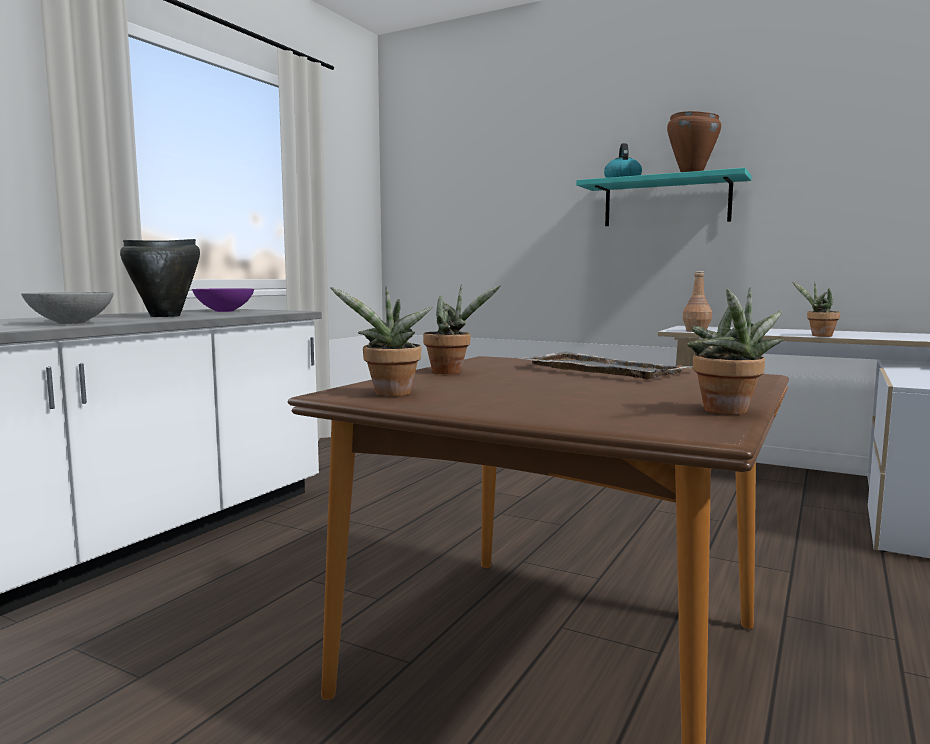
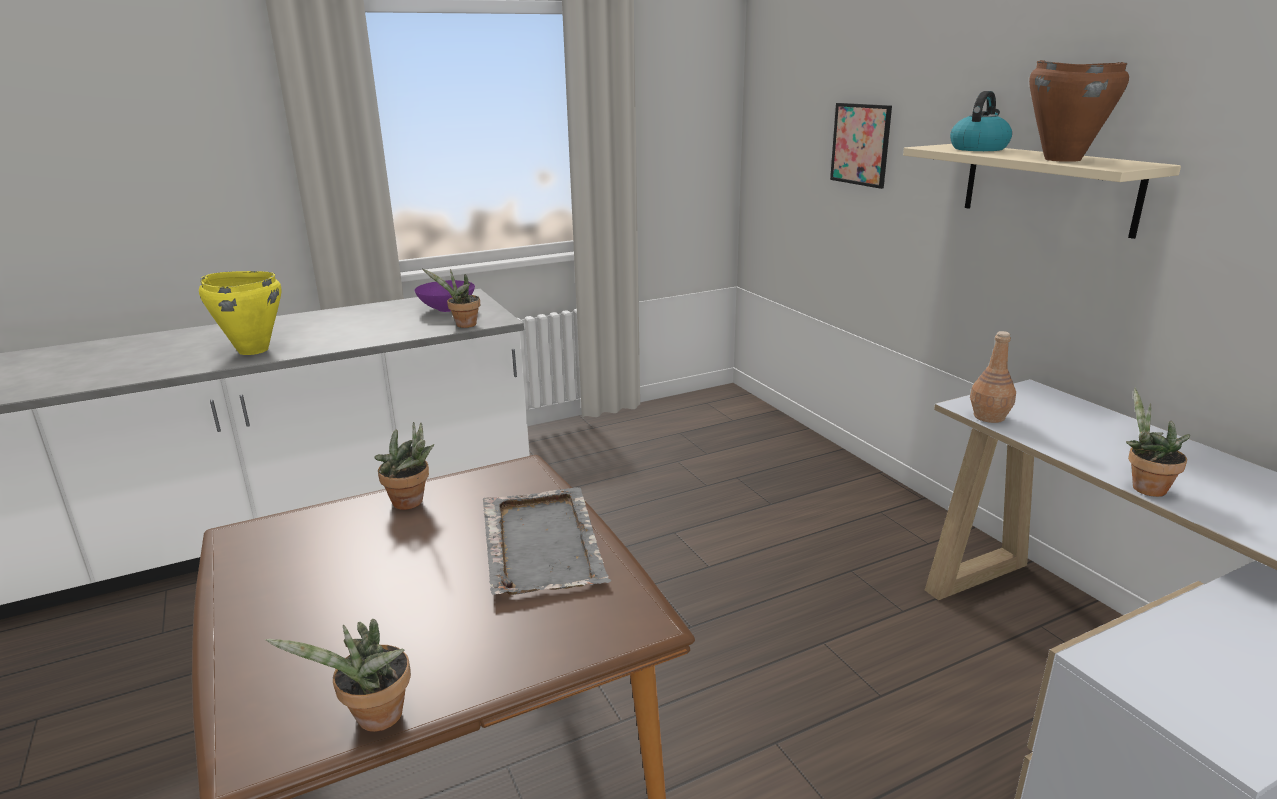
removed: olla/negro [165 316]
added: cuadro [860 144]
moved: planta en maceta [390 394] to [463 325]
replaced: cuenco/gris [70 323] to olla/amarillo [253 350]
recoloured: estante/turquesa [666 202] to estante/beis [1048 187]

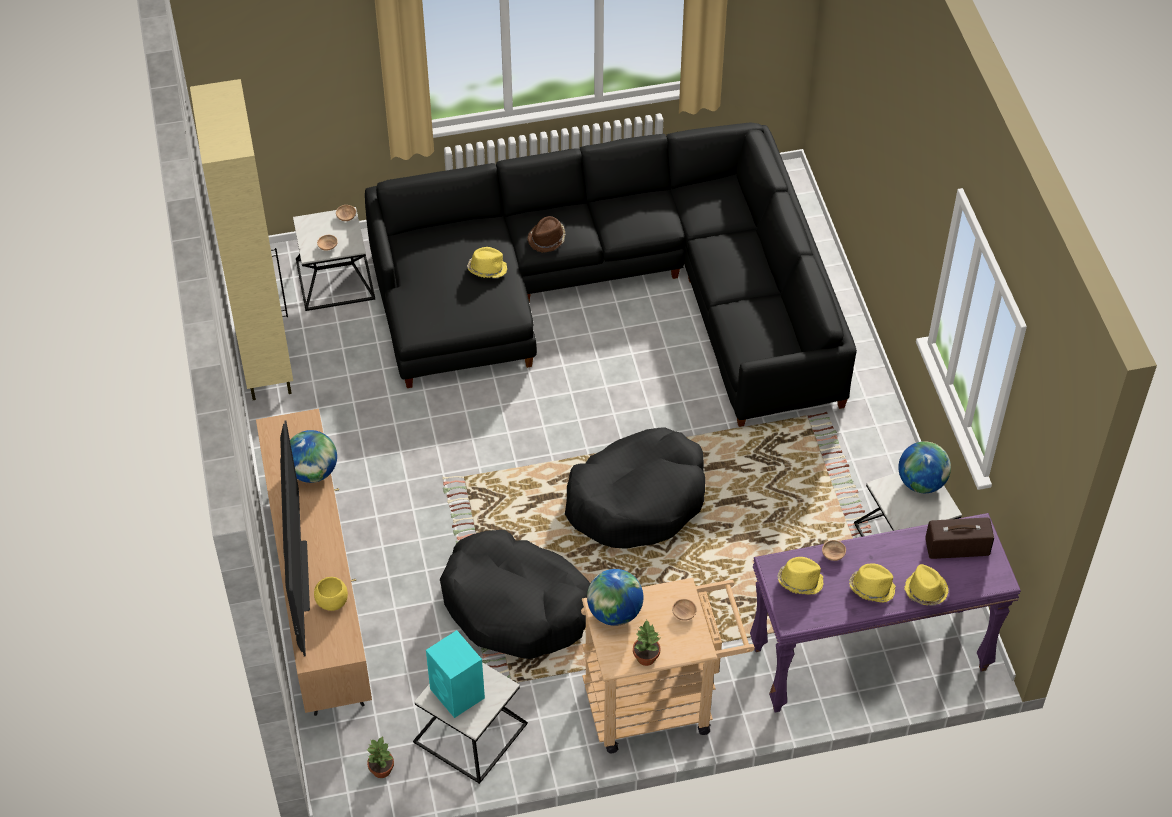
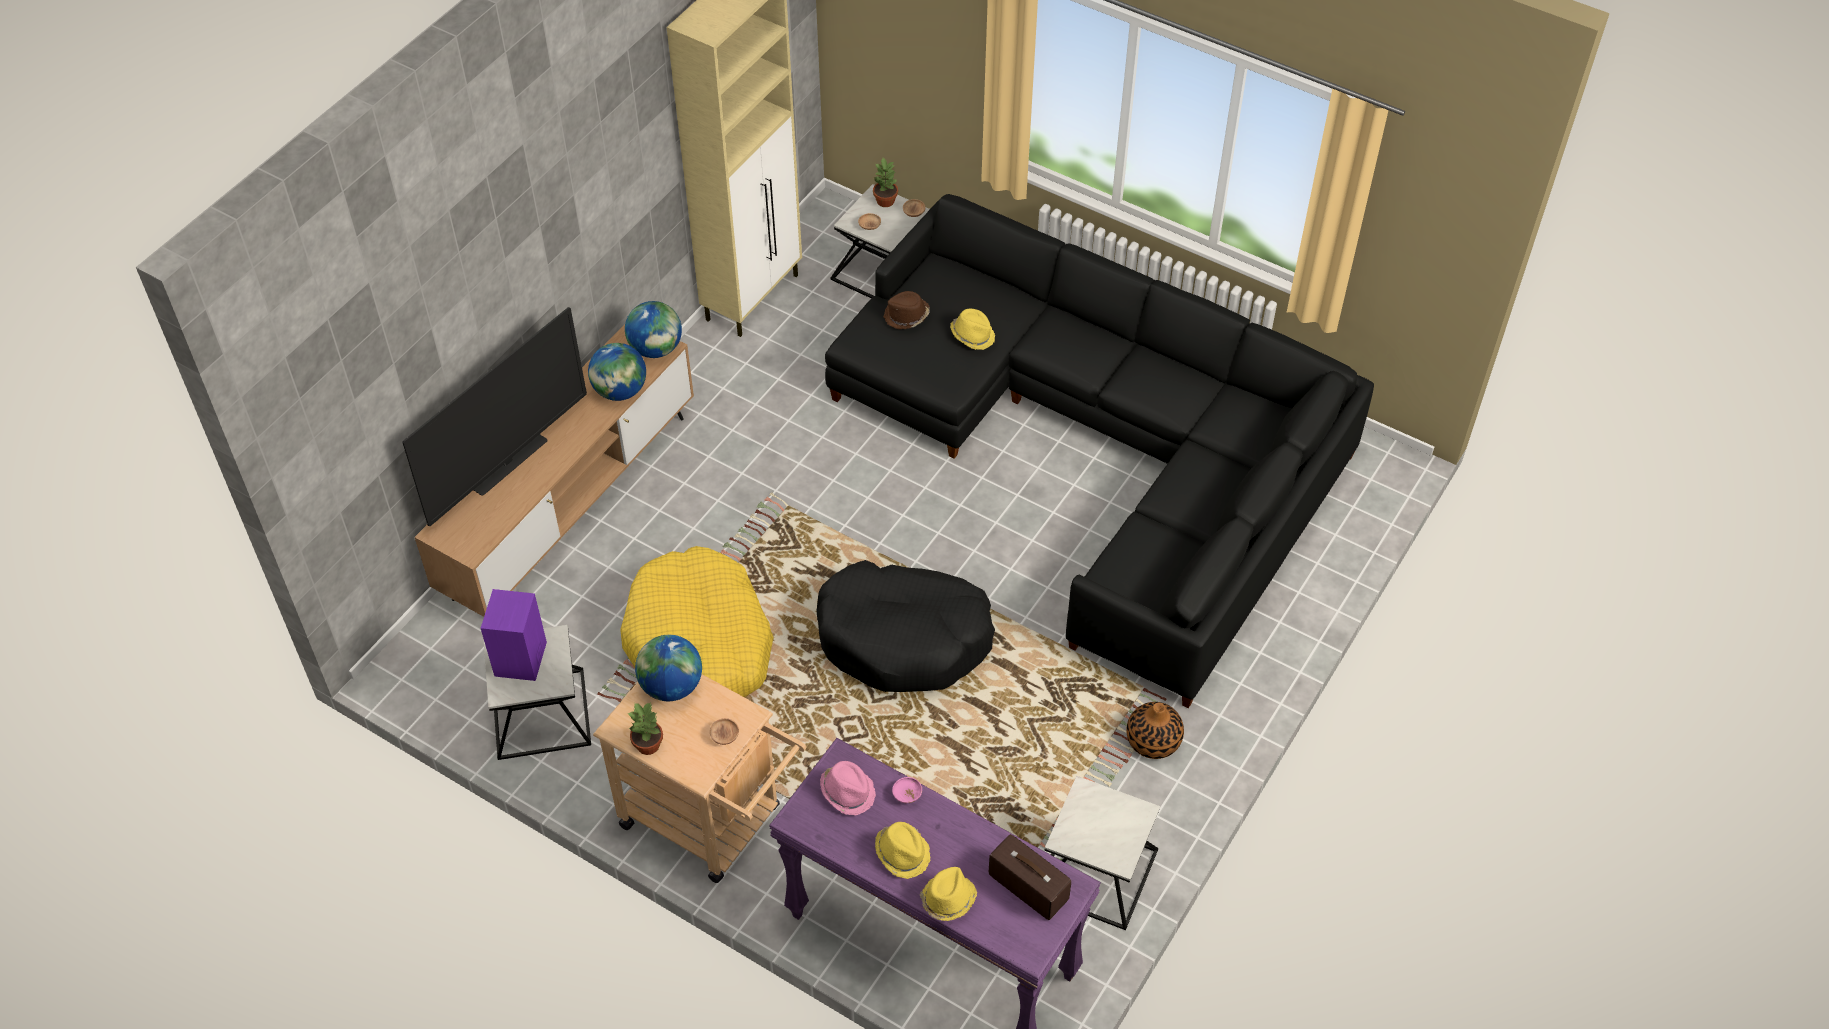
removed: cuenco/amarillo [332 602]
added: florero [1153 741]
moved: sombrero/marrón [547 239] to [906 316]; globo terráqueo [921 482] to [656 349]; planta en maceta [381 769] to [886 200]
recoloured: cama para perro/negro [516 606] to cama para perro/amarillo [699 644]; cuenco/marrón [833 554] to cuenco/rosa [907 795]; sombrero/amarillo [799 580] to sombrero/rosa [848 792]; altavoz/turquesa [458 694] to altavoz/morado [520 660]

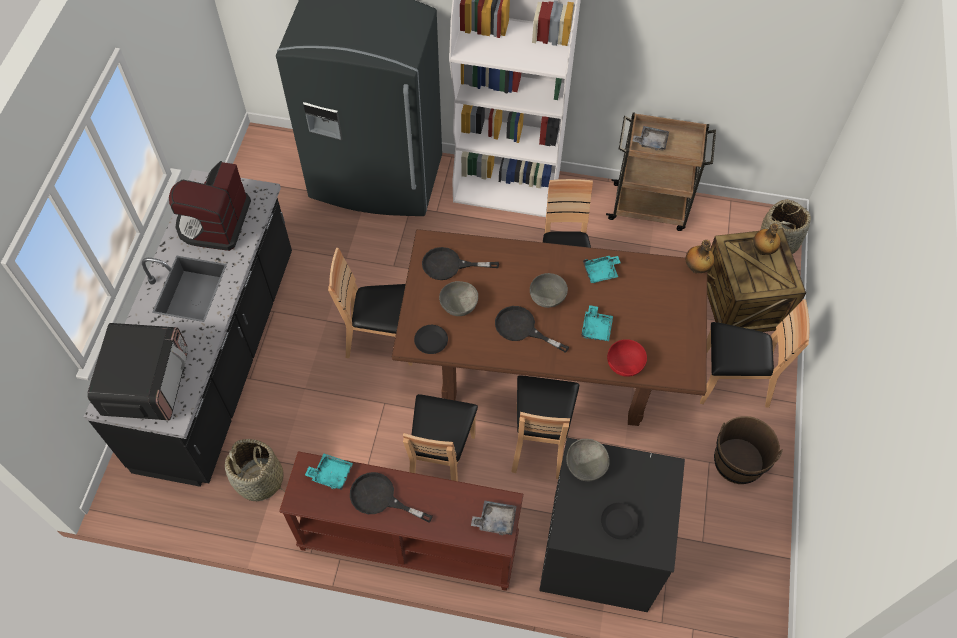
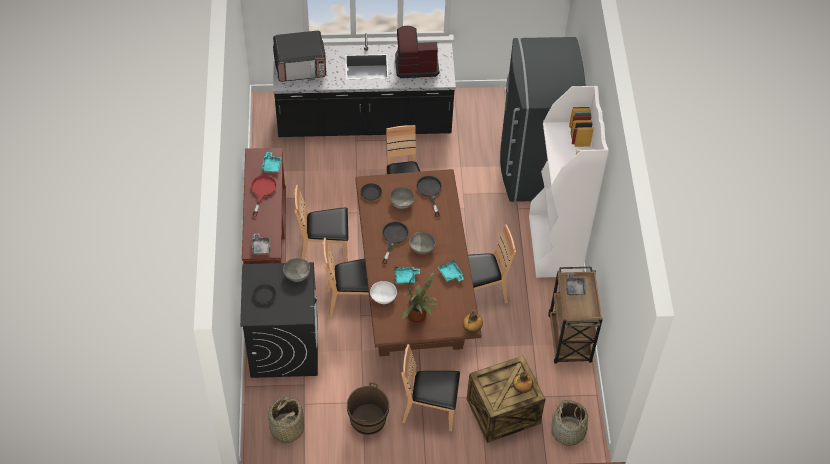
added: planta en maceta [418 317]
moved: cesta [260 480] to [286 429]
recoloured: cuenco/rojo [625 363] to cuenco/blanco [383 297]; sartén/negro [380 498] to sartén/rojo [262 191]
turned: silla/marrón [732 383] = [429 410] 105 degrees clockwise

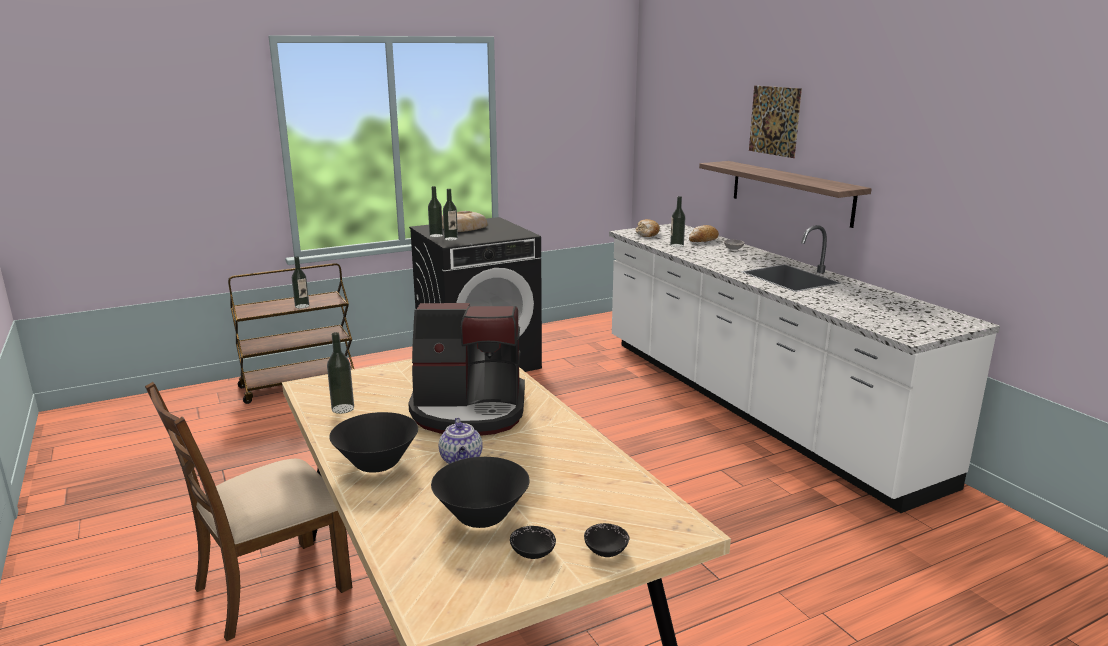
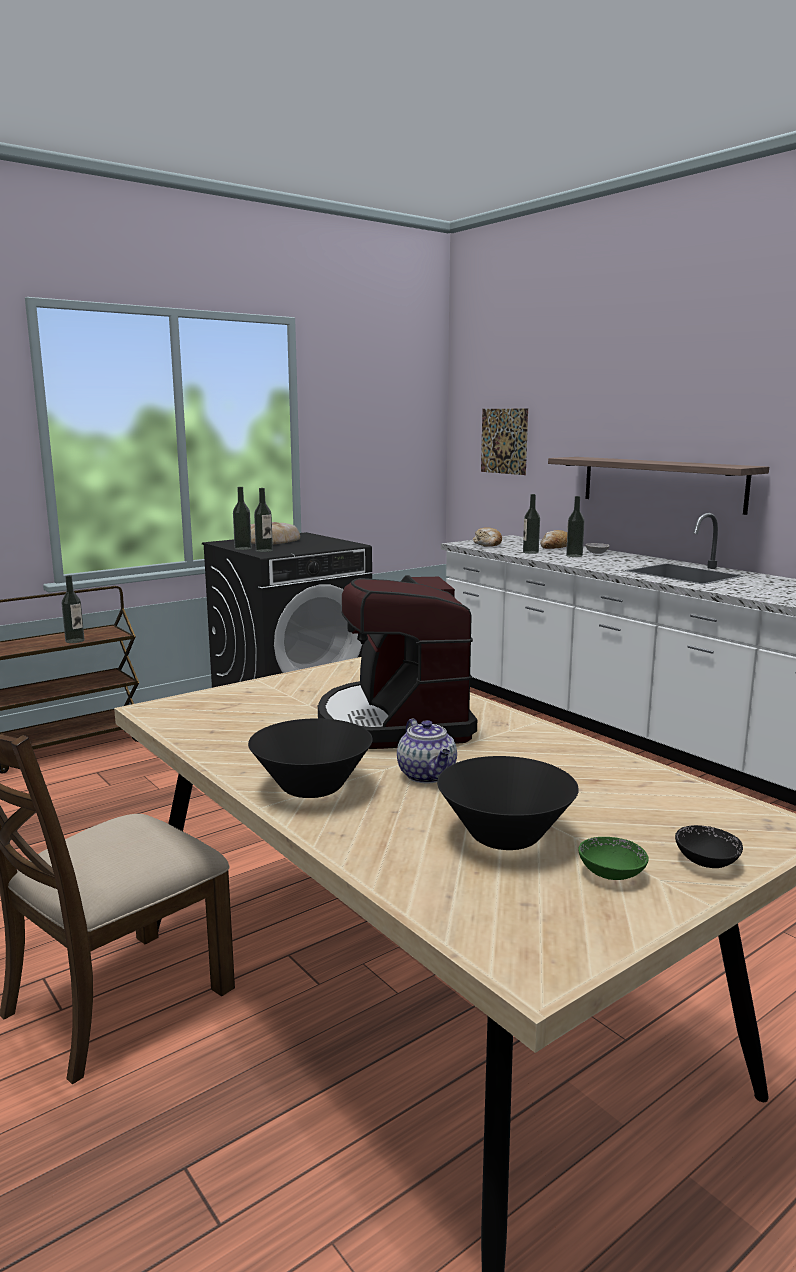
moved: cuadro [774 121] to [504 441]; botella [343 408] to [574 556]
recoloured: cuenco/negro [533 553] to cuenco/verde [611 873]
turned: cafetera [469 410] = [395 722] 90 degrees clockwise

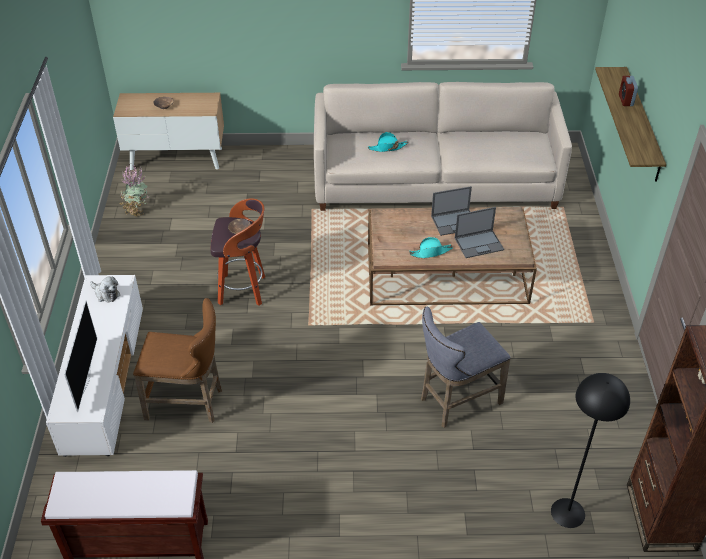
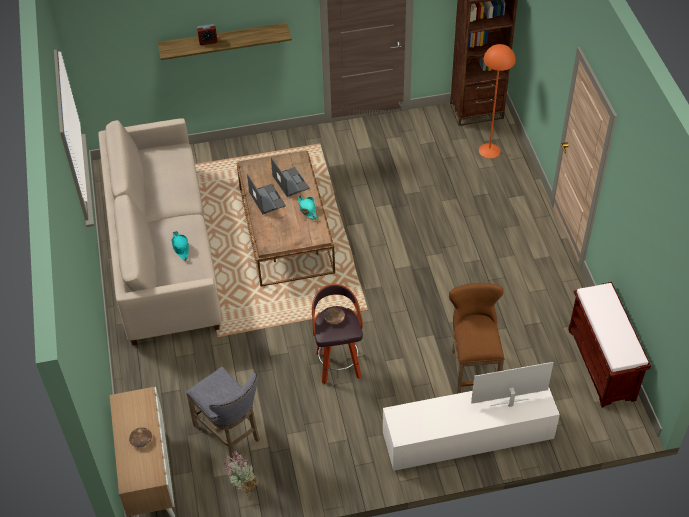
removed: peluche [106 294]
moved: taburete/gris [456 401] to [230 434]
recoloured: lámpara de pie/negro [567 513] to lámpara de pie/naranja [489 150]

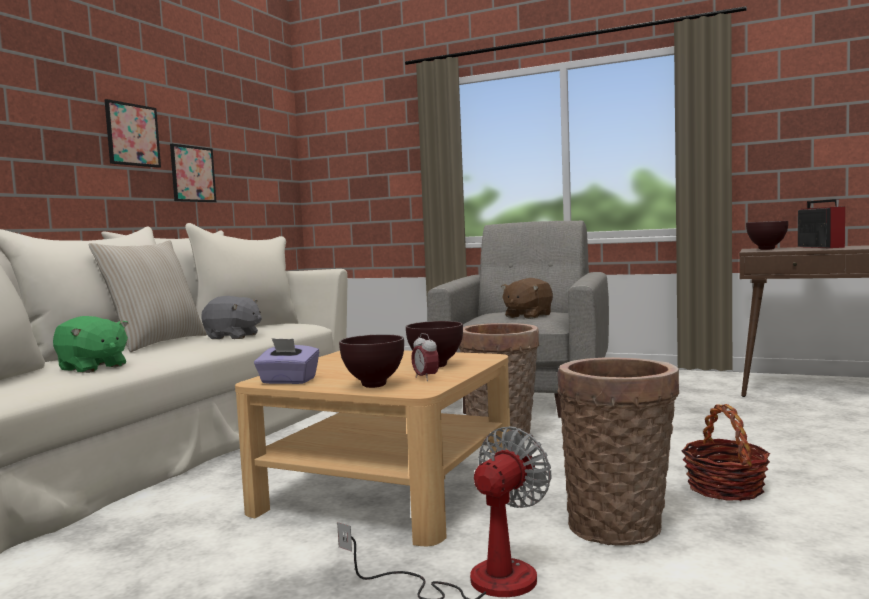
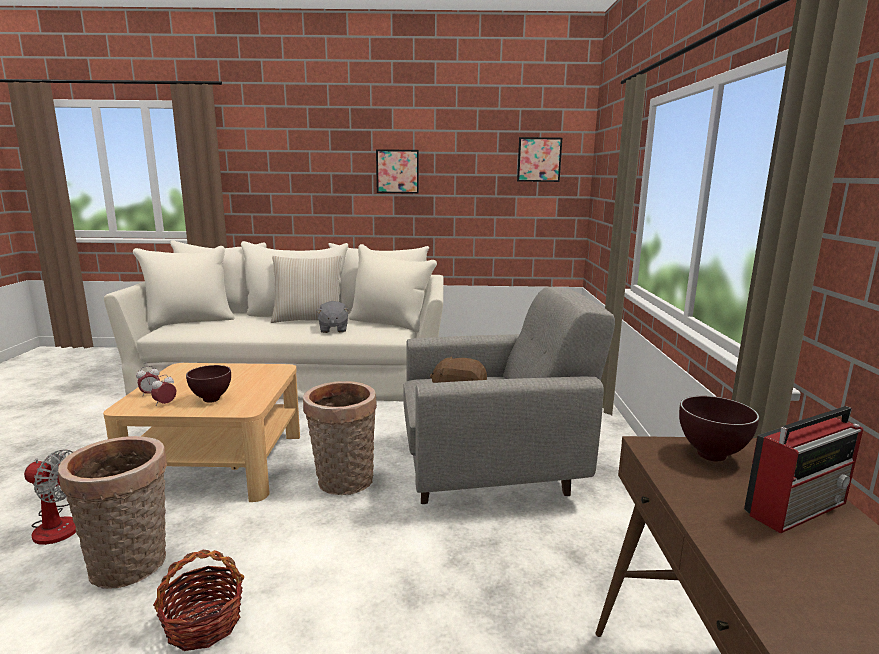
removed: peluche/verde [92 368]; caja de pañuelos/morado [288 381]
moved: cuadro [193 174] to [539 159]
replaced: cuenco/marrón [373 385] to despertador [150 394]

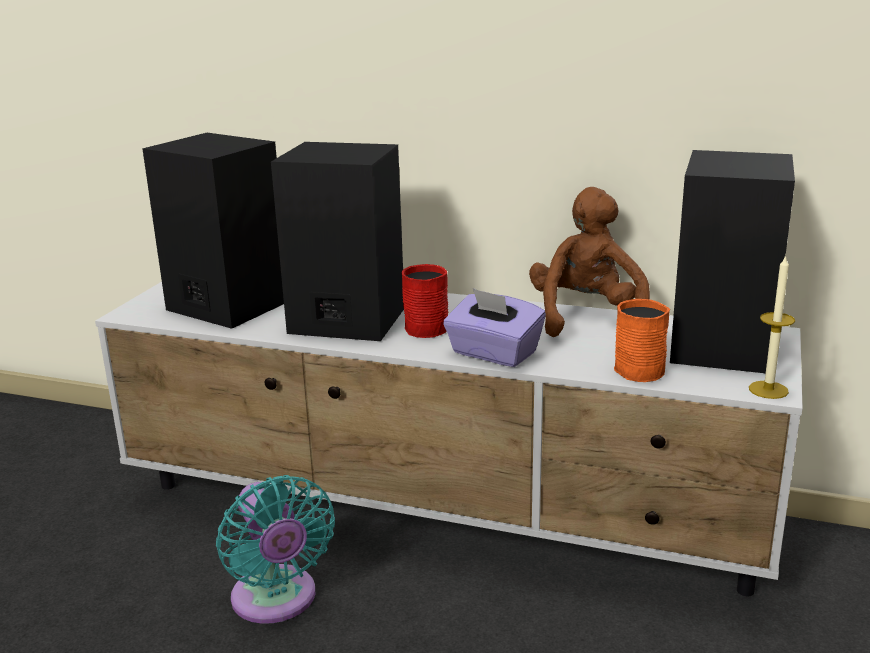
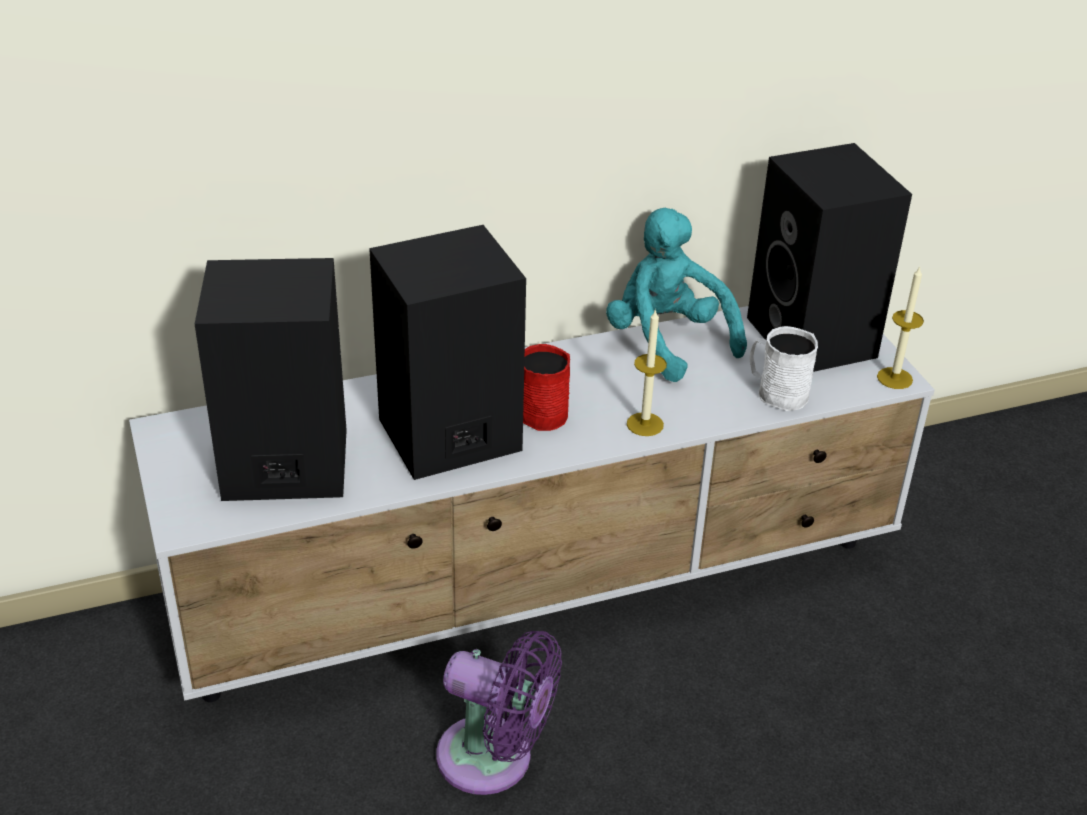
replaced: caja de pañuelos/morado [493 354] to vela [645 424]
recoloured: peluche/marrón [586 318] to peluche/turquesa [667 341]; taza grande/naranja [635 367] to taza grande/blanco [776 392]; ventilador/turquesa [276 601] to ventilador/morado [494 760]

